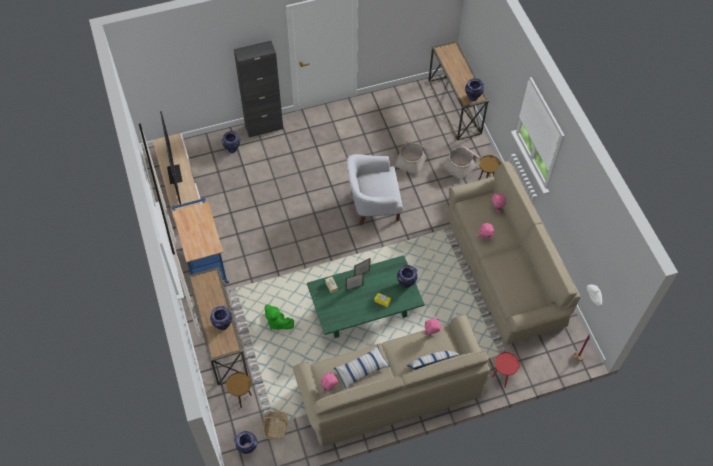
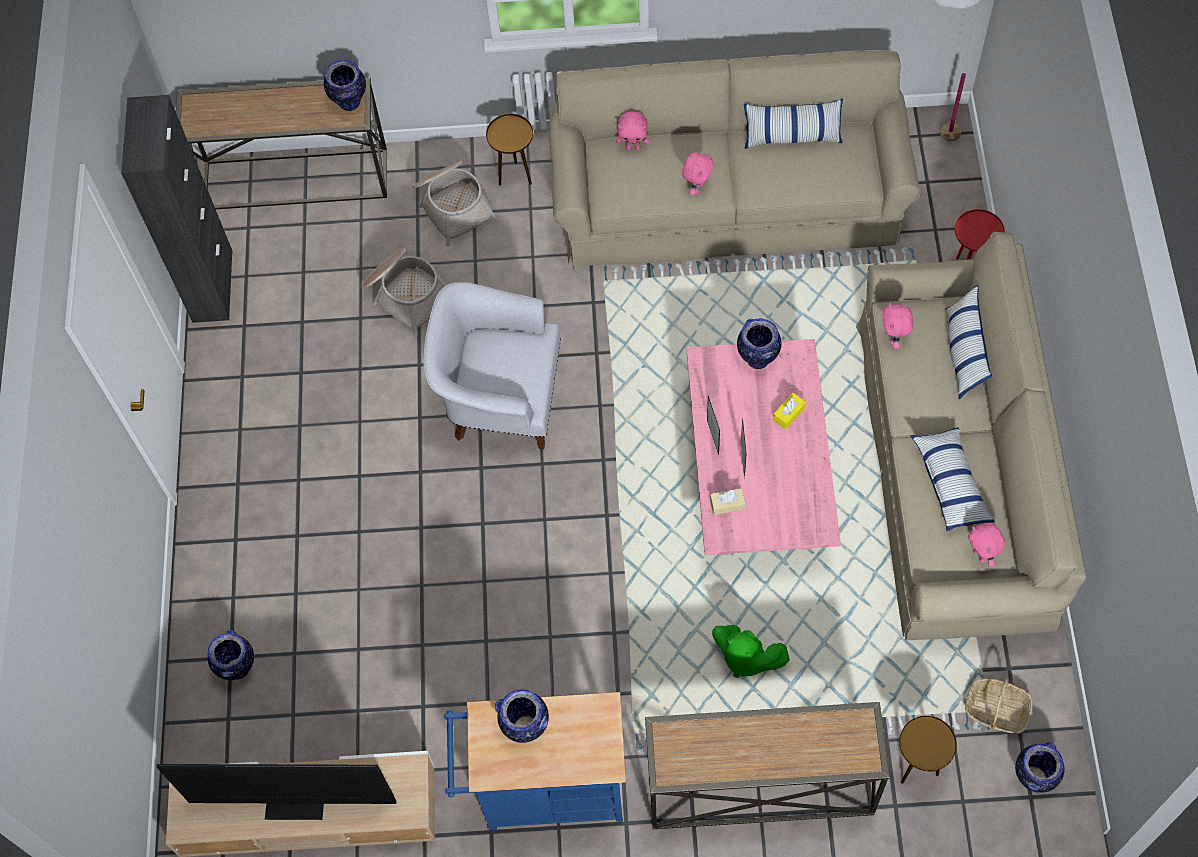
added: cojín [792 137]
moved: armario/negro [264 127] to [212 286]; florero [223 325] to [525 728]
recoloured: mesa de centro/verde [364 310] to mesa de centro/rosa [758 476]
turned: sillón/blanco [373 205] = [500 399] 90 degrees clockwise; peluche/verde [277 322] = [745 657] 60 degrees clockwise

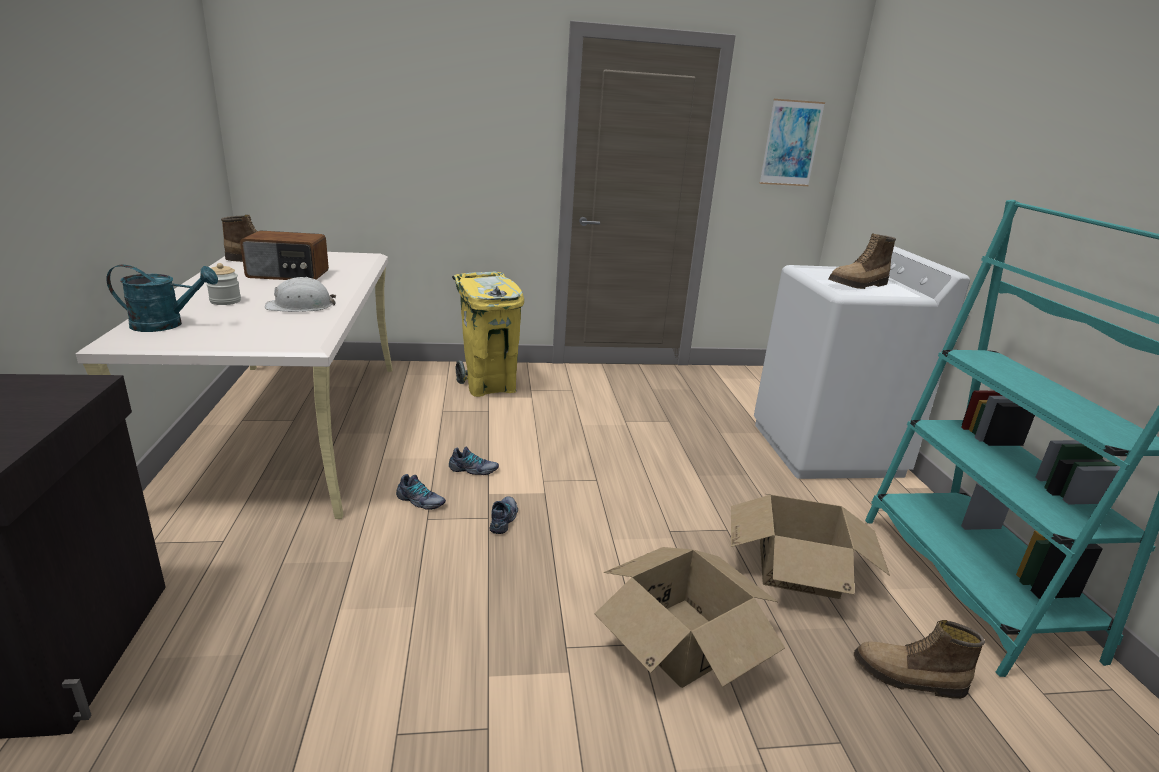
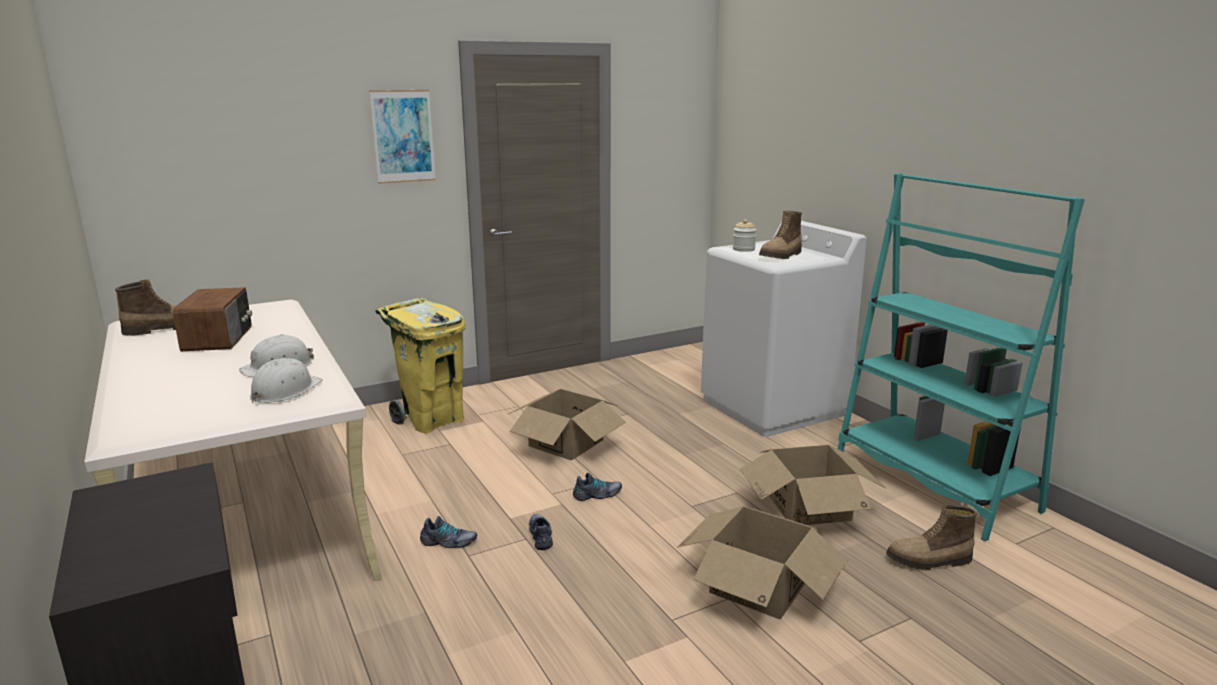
removed: regadera/turquesa [166 324]
added: casco/blanco [285 391]; caja de cartón [565 442]
moved: cuadro [791 143] to [403 136]; tarro [225 301] to [743 249]; zapato [473 470] to [597 495]
turned: radio [288 274] = [219 338] 75 degrees counterclockwise

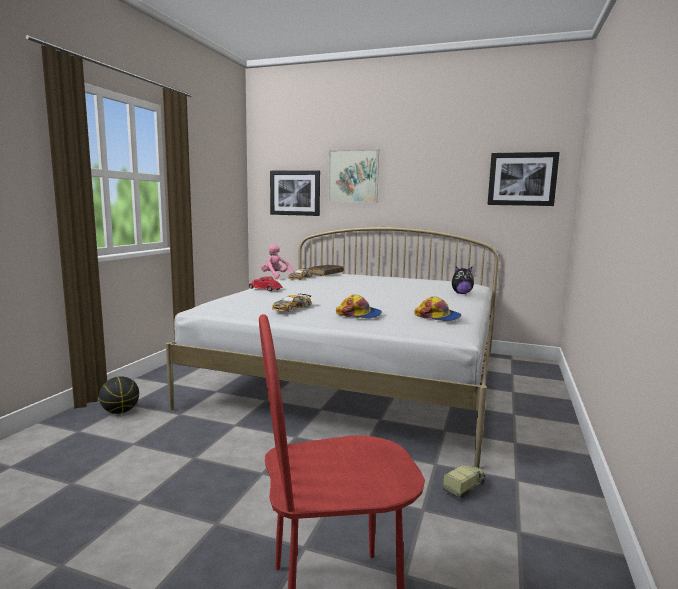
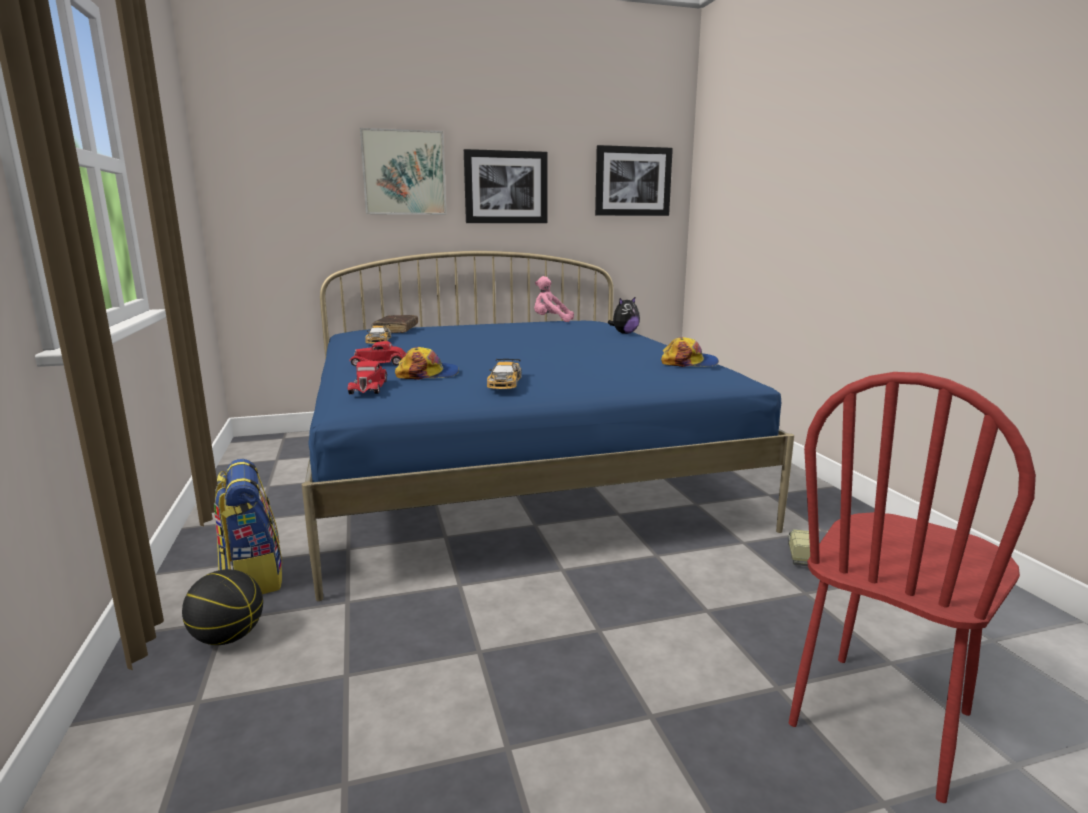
added: coche de juguete/rojo [369 387]; mochila [253 577]
moved: cuadro [295 193] to [506 187]; peluche/rosa [276 277] to [551 321]; gorra [359 314] to [428 374]
recoloured: cama/blanco [358 376] to cama/azul [513 470]

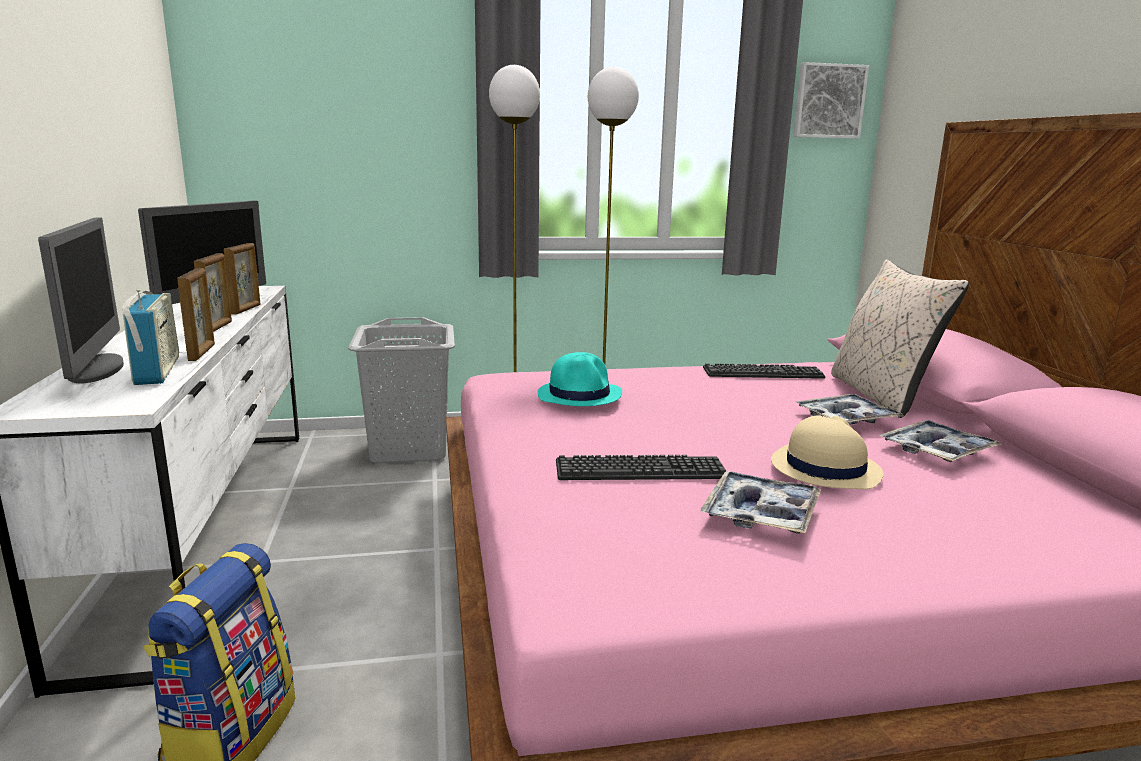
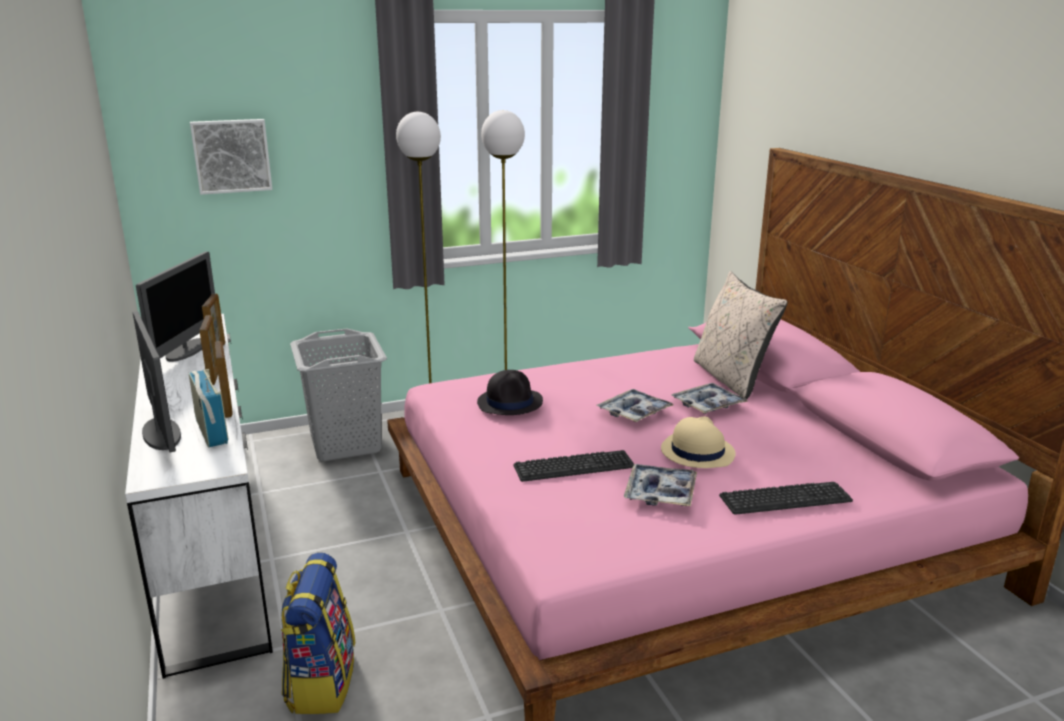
moved: cuadro [828 101] to [231 156]; teclado [762 373] to [785 499]; bandeja [937 451] to [634 412]
recoloured: sombrero/turquesa [580 394] to sombrero/negro [510 402]

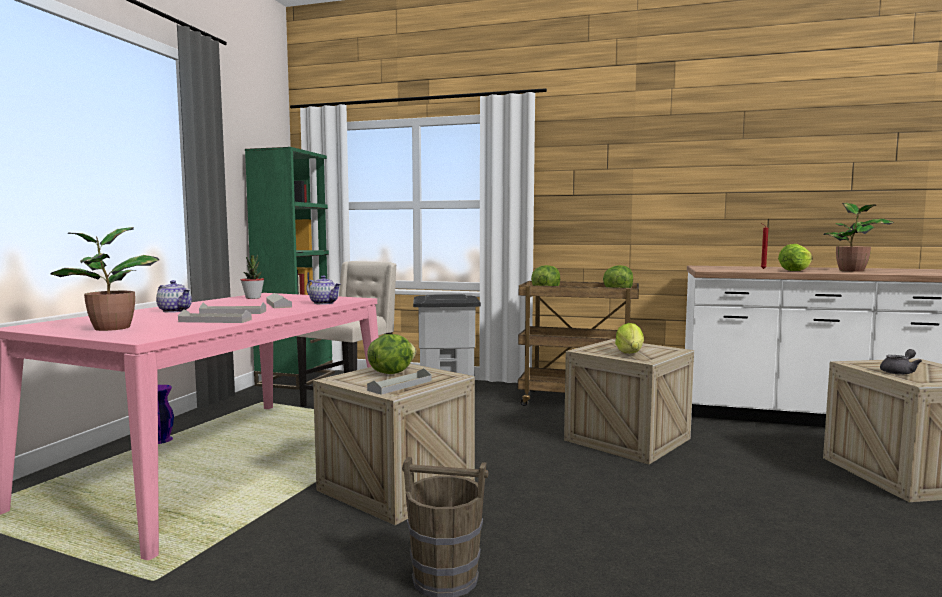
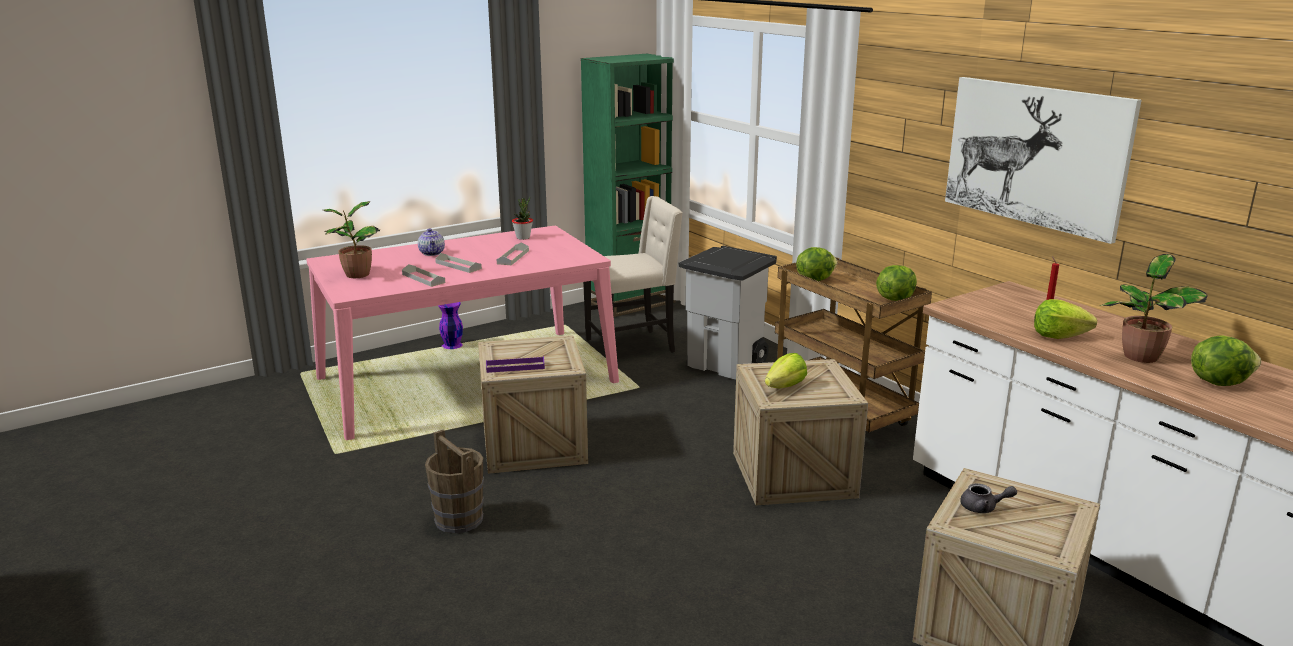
removed: tetera [324 303]
added: cuadro [1035 155]
moved: lechuga [391 372] to [1218 382]
recoloured: bandeja/gris [400 385] to bandeja/morado [515 367]

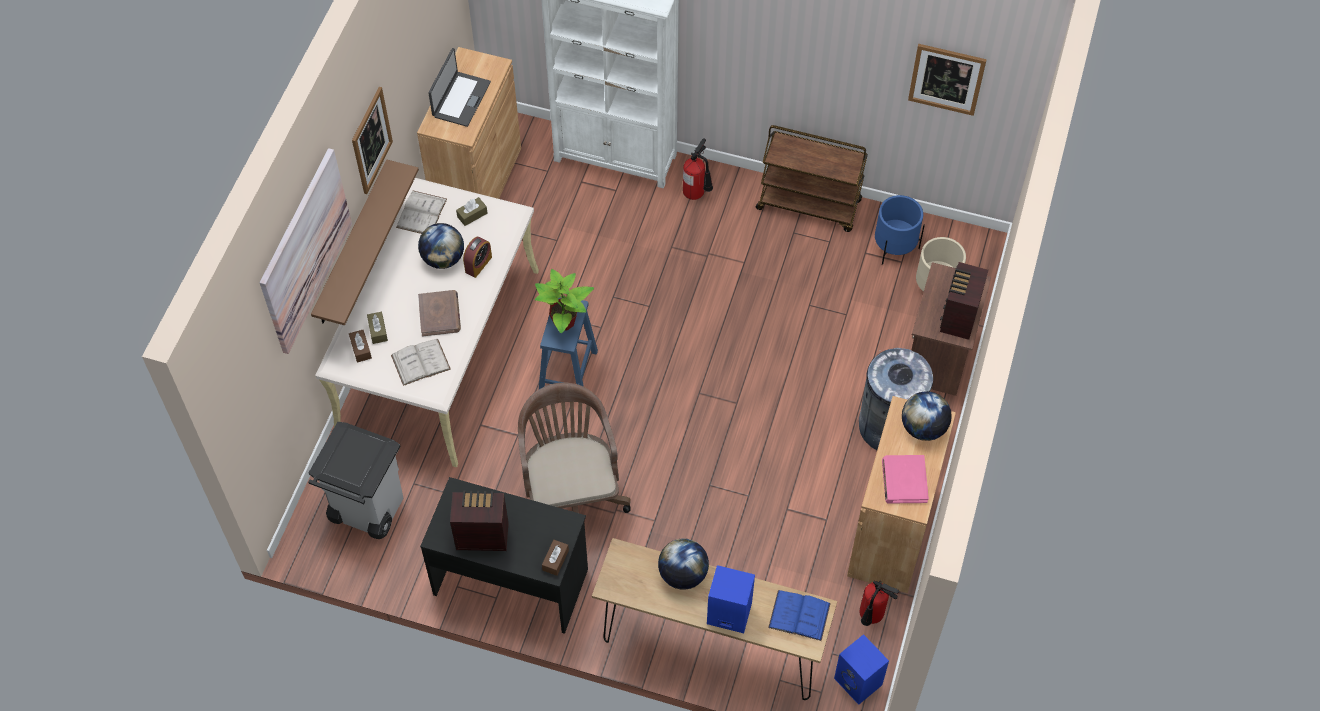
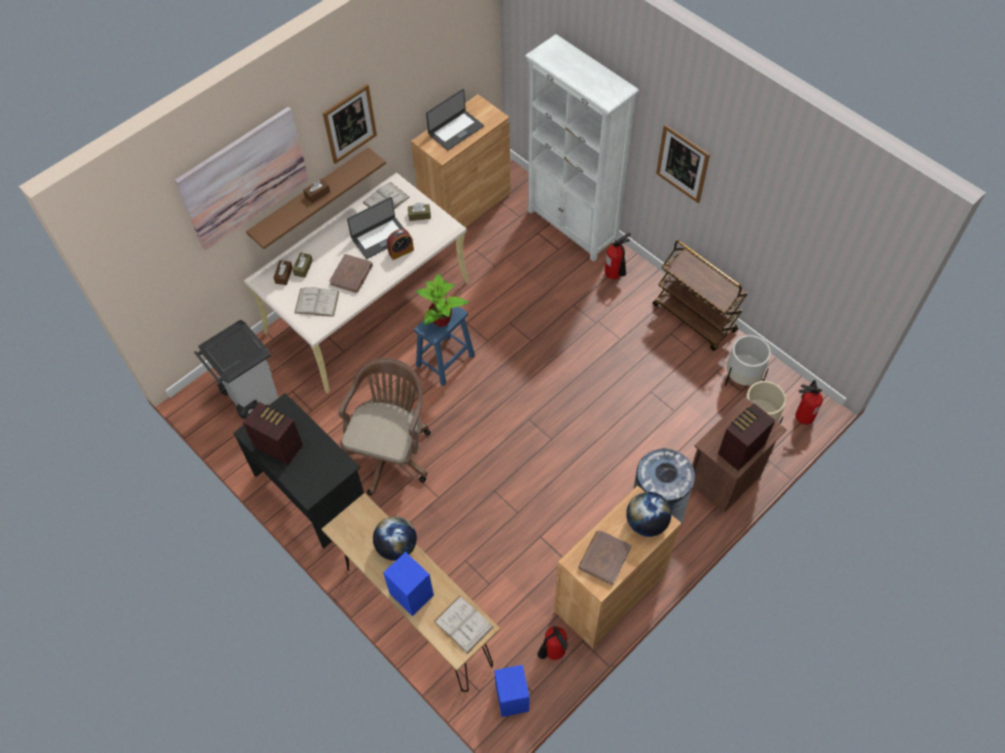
added: extintor [802 415]
moved: cuadro [946 79] to [682 163]; caja de pañuelos/marrón [555 560] to [317 194]
replaced: globo terráqueo [443 258] to portátil [380 237]
recoloured: maceta/azul [894 247] to maceta/blanco [742 377]; libro/rosa [904 481] to libro/marrón [604 558]; libro/azul [799 615] to libro/blanco [463 624]

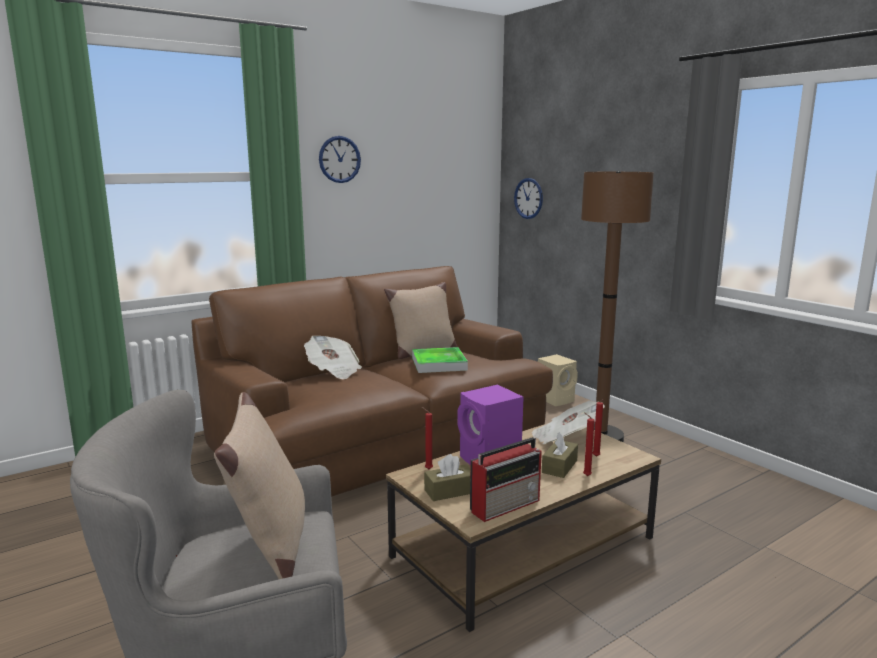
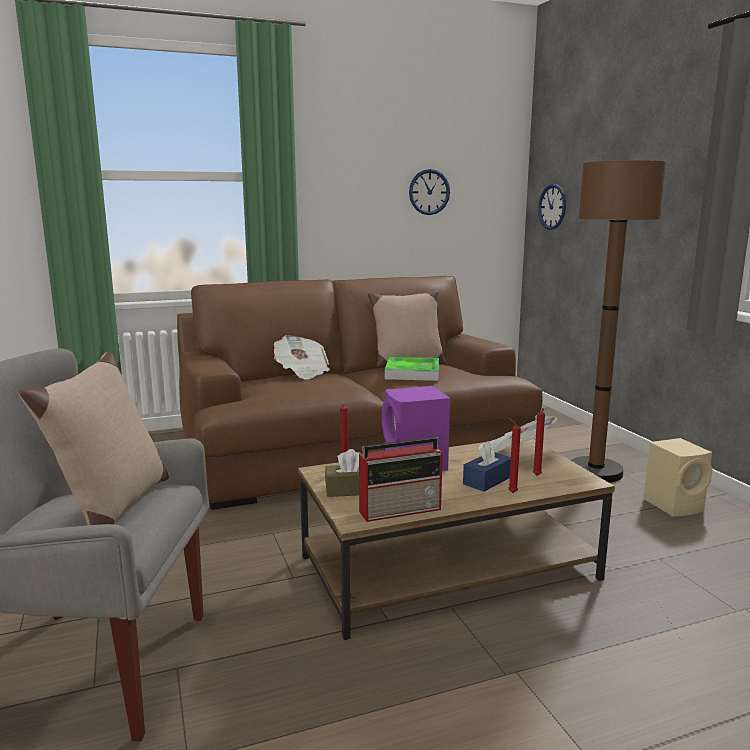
moved: reloj de pared [339 159] to [429 192]; altavoz/beis [556 399] to [675 505]
recoloured: caja de pañuelos/marrón [559 466] to caja de pañuelos/azul [487 480]

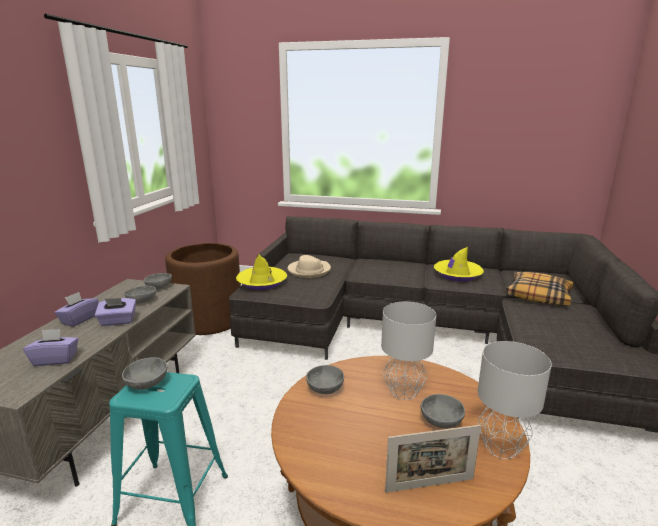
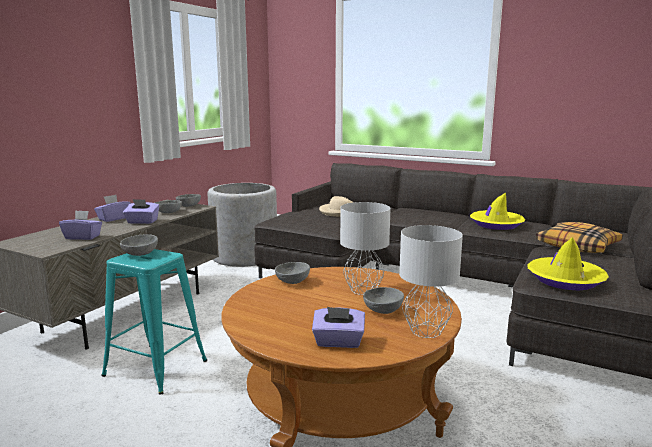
moved: sombrero/amarillo [262 282] to [565 280]
replaced: portarretratos [429 485] to caja de pañuelos/morado [338 342]
recoloured: maceta/marrón [208 319] to maceta/gris [244 256]

